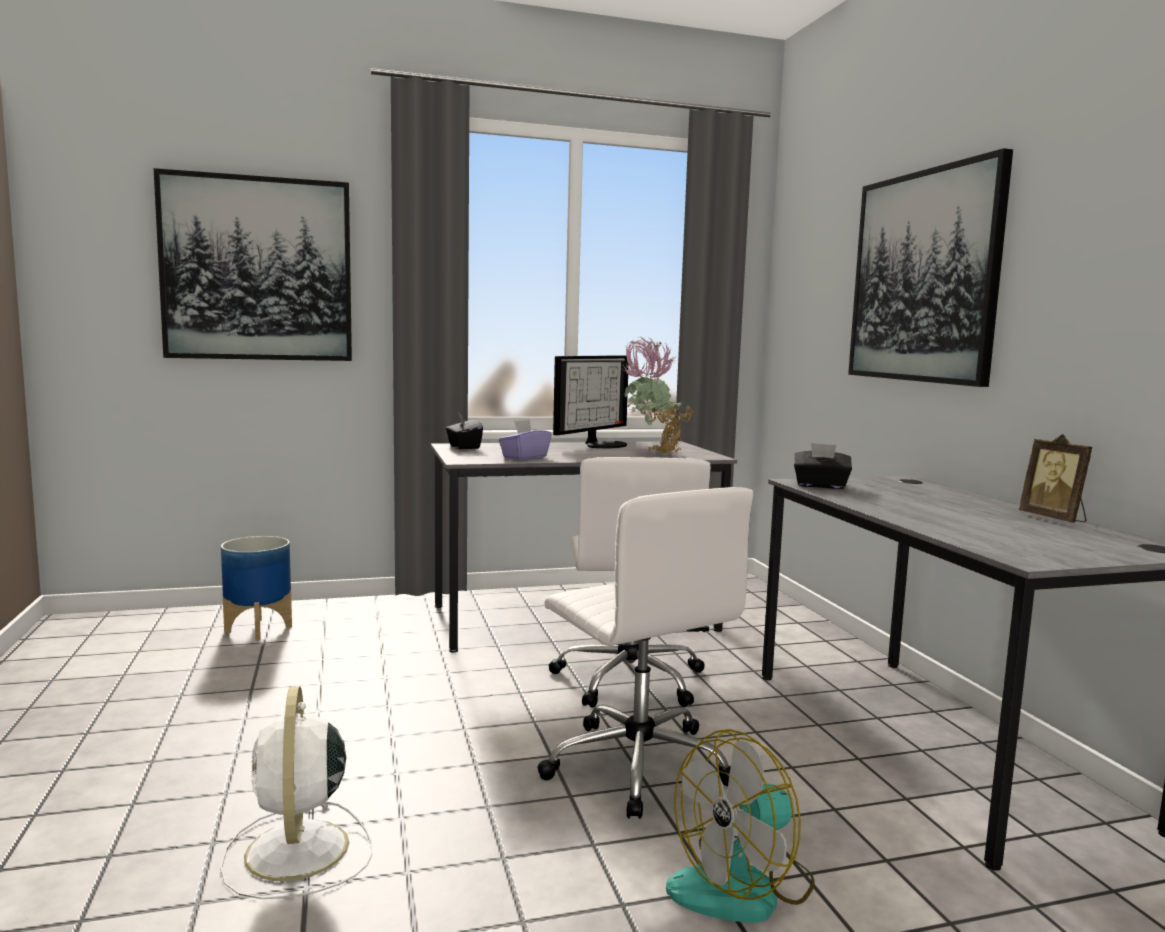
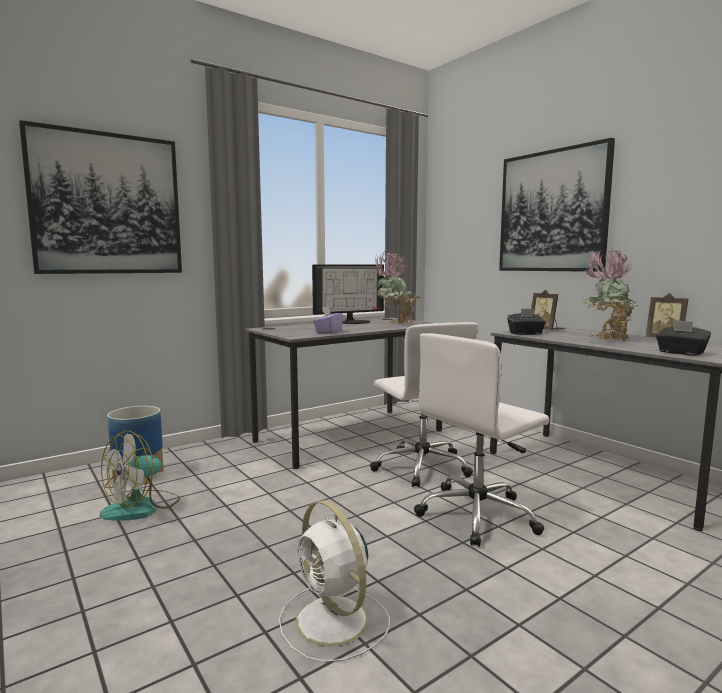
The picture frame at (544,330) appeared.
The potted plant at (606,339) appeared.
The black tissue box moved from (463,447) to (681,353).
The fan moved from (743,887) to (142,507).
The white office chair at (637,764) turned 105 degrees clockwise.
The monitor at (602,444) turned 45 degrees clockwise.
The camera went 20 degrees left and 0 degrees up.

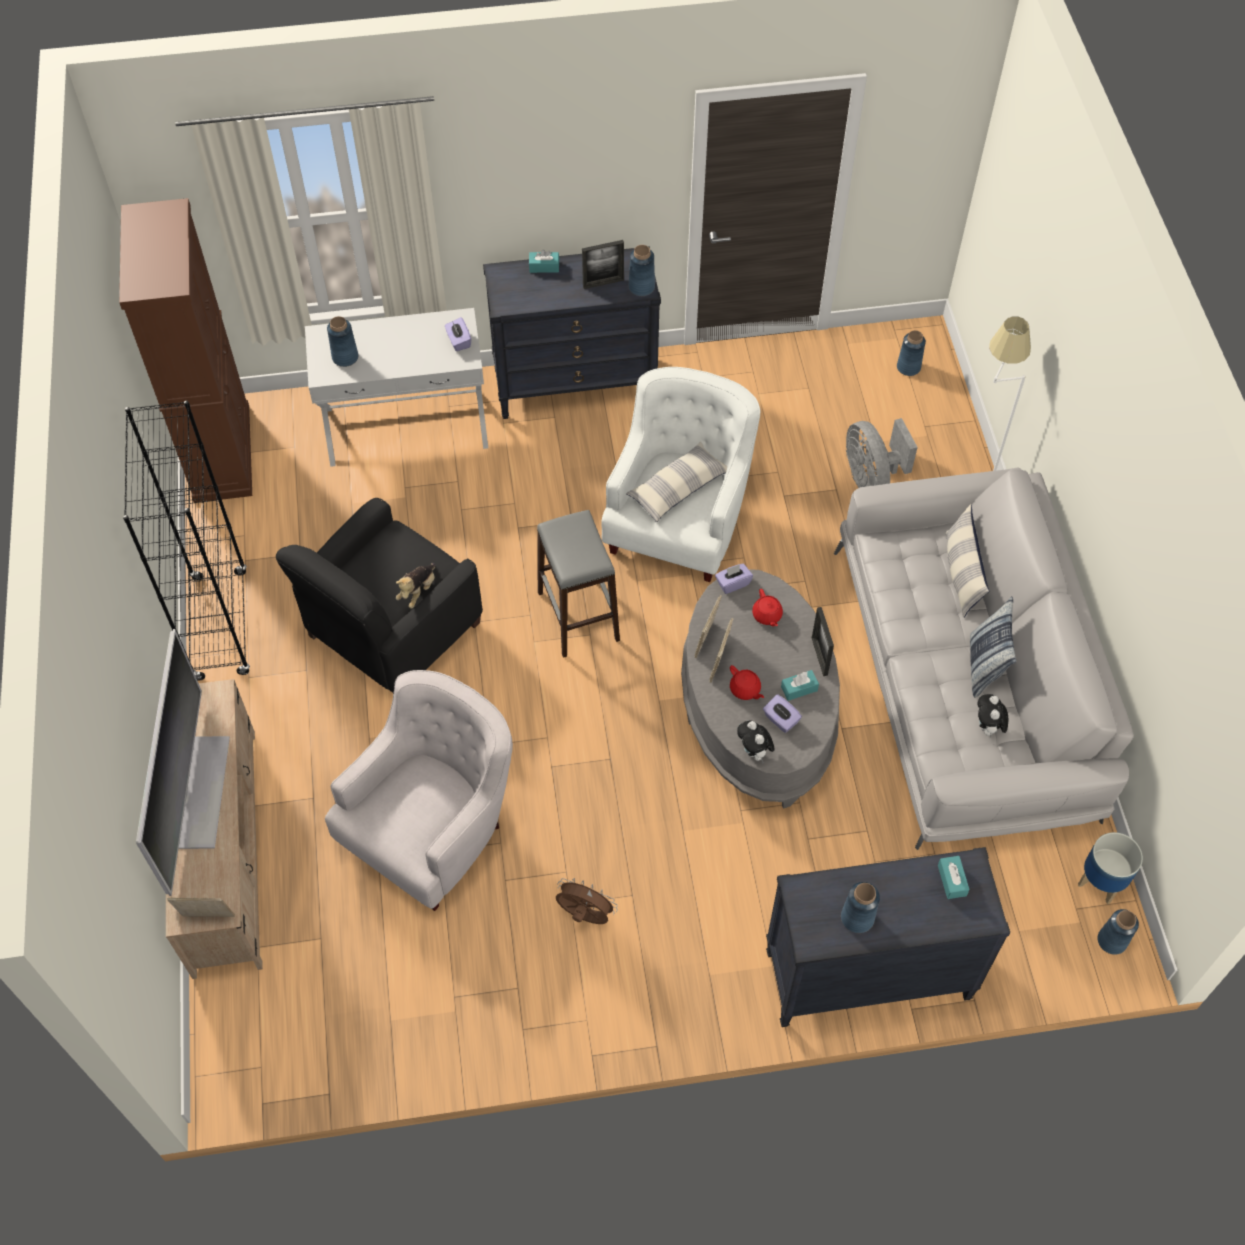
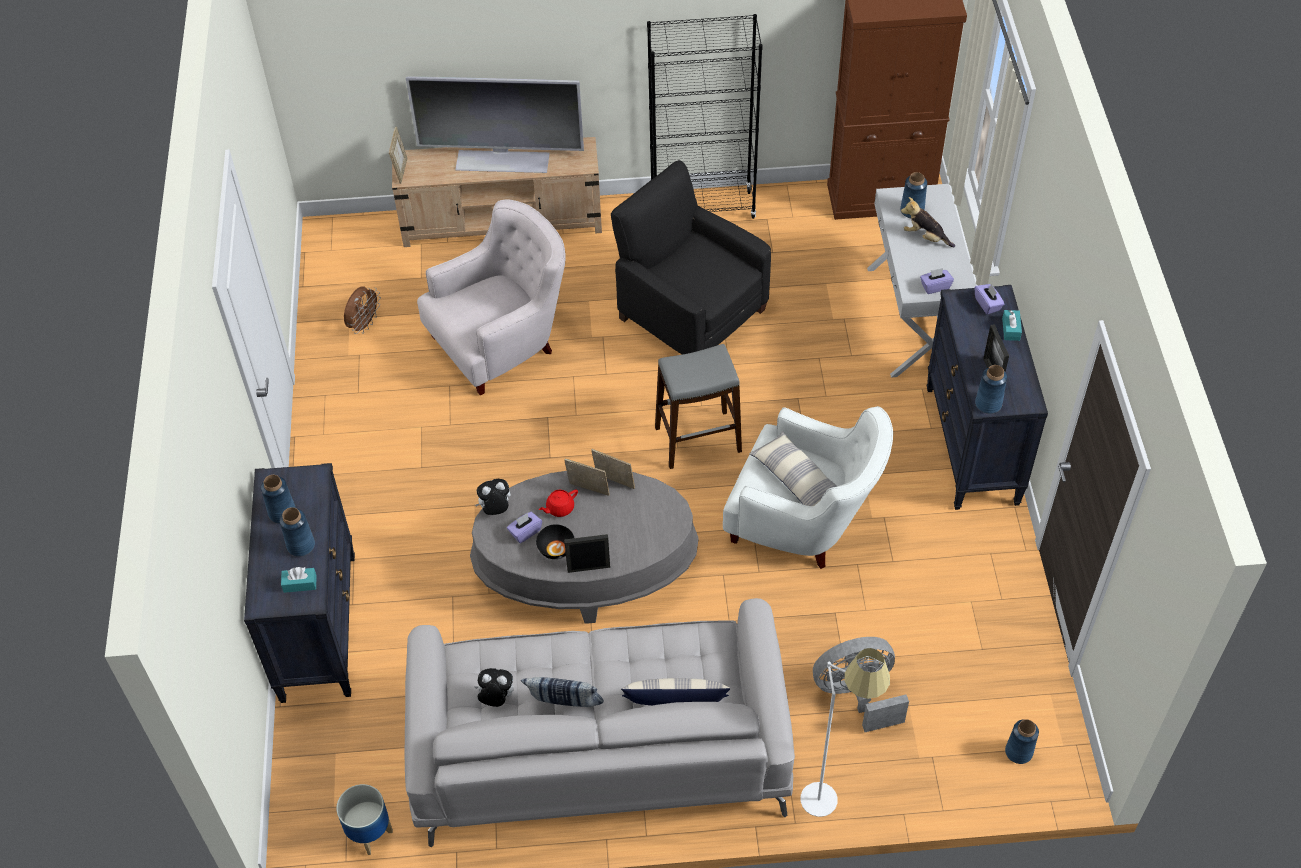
The red teapot at (767,615) disappeared.
The plush toy moved from (418,591) to (925,237).
The brown fan moved from (584,916) to (364,324).
The purple tissue box moved from (733,583) to (987,304).
The blue vase moved from (1111,941) to (301,545).
The turquoise tissue box at (799,689) was replaced by the black bowl at (555,549).
The white armchair at (433,828) turned 75 degrees counterclockwise.
The camera went 95 degrees right and 5 degrees down.

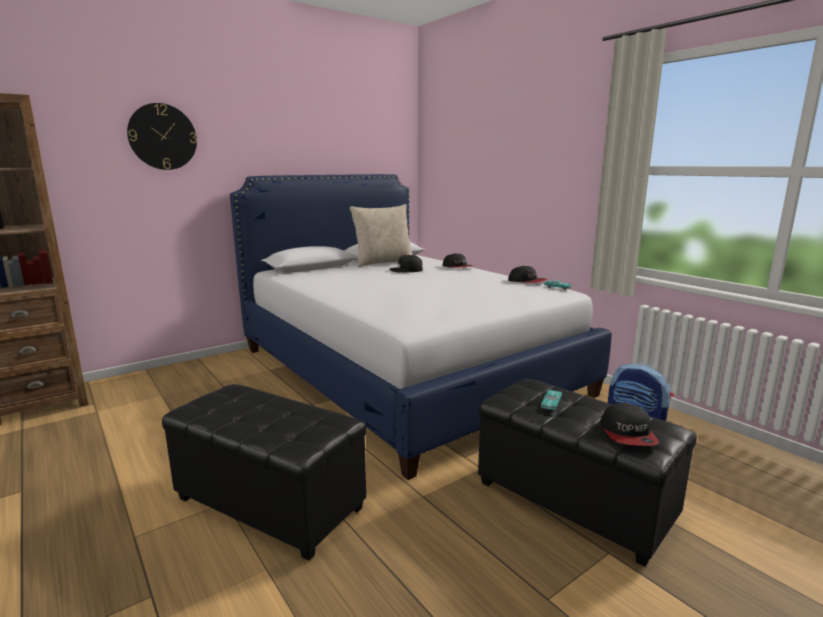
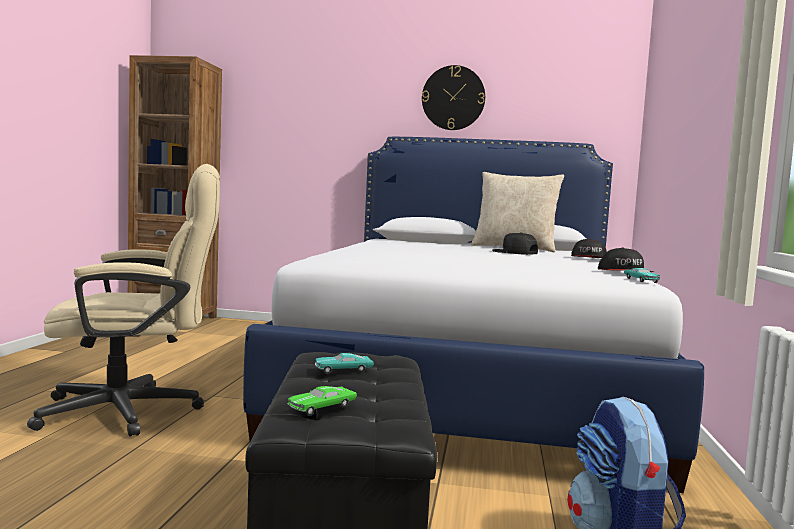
The wall clock moved from (162,137) to (453,98).
The black ottoman at (271,504) was replaced by the beige office chair at (136,410).
The cap at (628,434) was replaced by the green toy car at (321,407).
The camera went 45 degrees right and 10 degrees down.

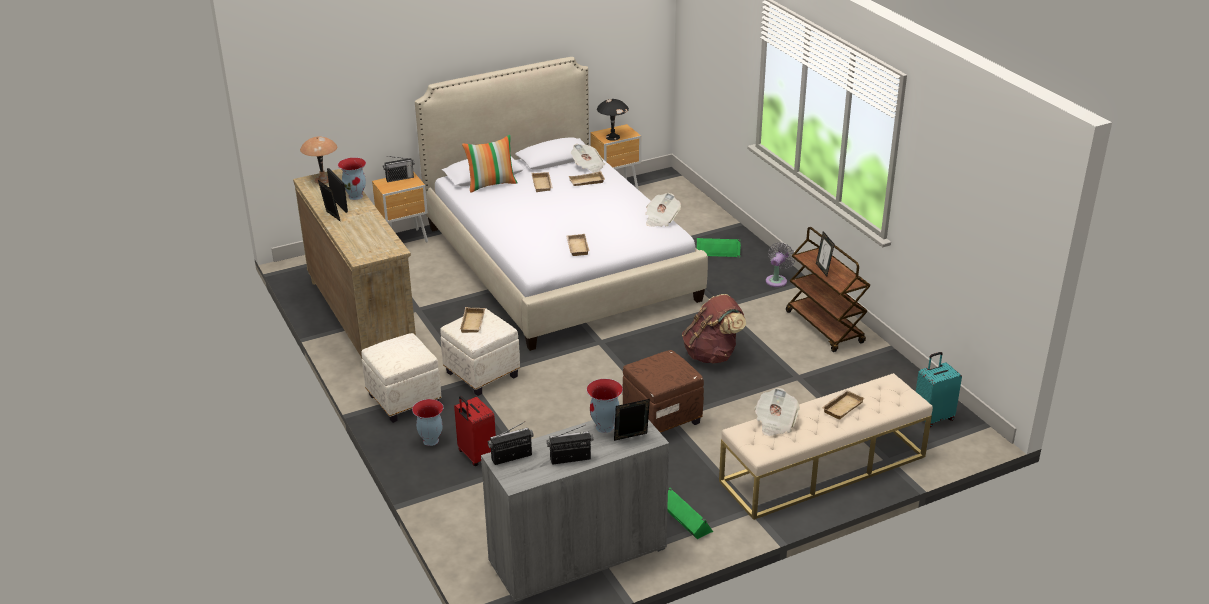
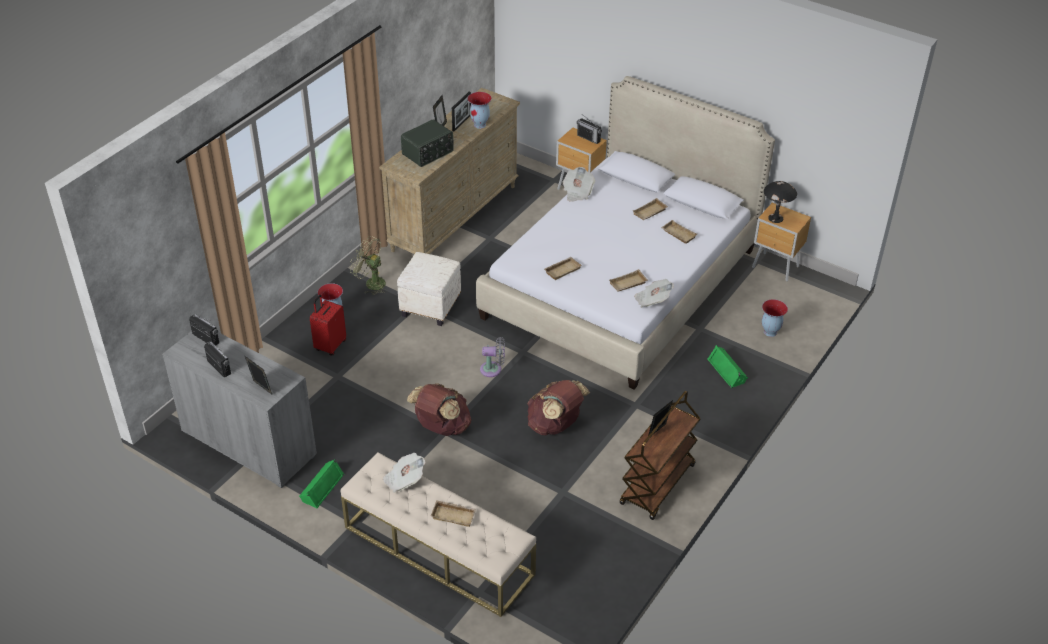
The brown table lamp at (323,180) disappeared.
The pillow at (491,184) disappeared.
The turquoise suitcase at (933,417) disappeared.
The radio at (428,153) appeared.
The beige tray moved from (474,323) to (628,284).
The newspaper moved from (588,167) to (577,192).
The vase moved from (605,427) to (770,332).
The grey fan moved from (777,280) to (493,369).
The white ottoman at (405,400) was replaced by the green fan at (371,283).
The brown ottoman at (661,419) was replaced by the brown backpack at (441,427).
The camera went 60 degrees right and 10 degrees up.

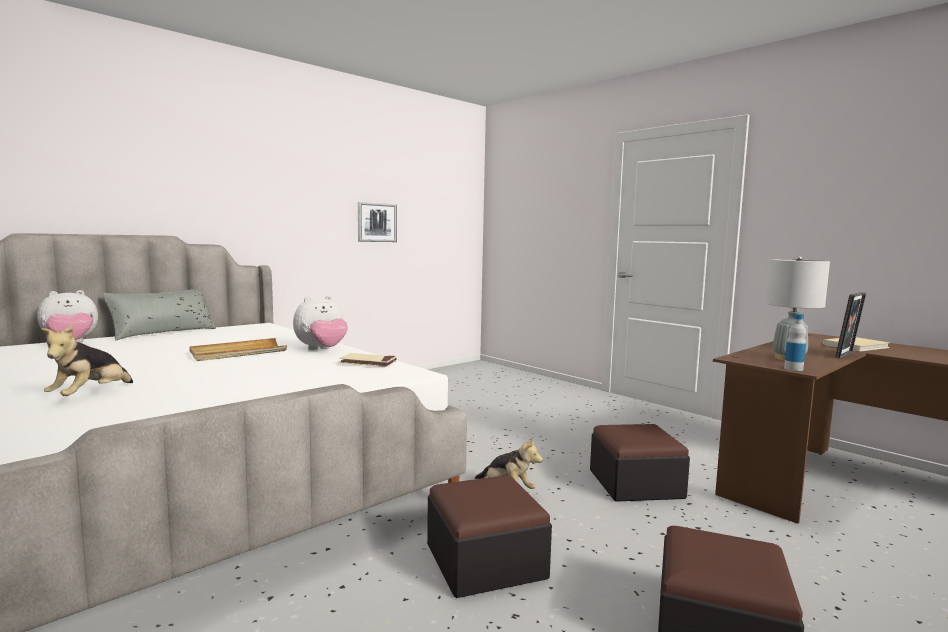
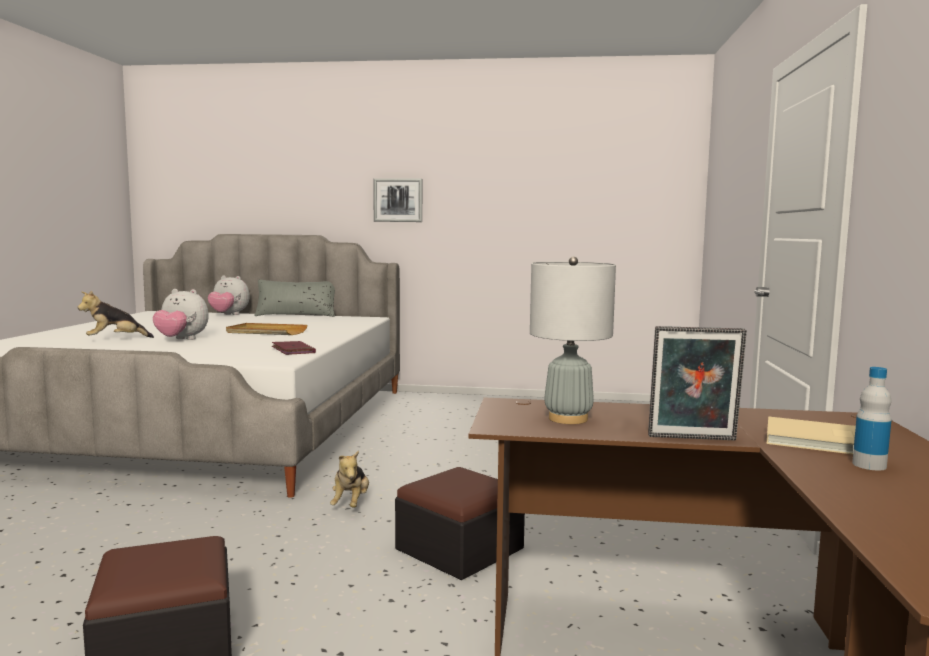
The ottoman at (485,561) disappeared.
The plush toy moved from (322,350) to (181,340).
The picture moved from (377,222) to (398,200).
The bottle moved from (793,369) to (869,465).
The beige book at (368,363) became the red book at (293,350).
The camera went 50 degrees right and 0 degrees up.

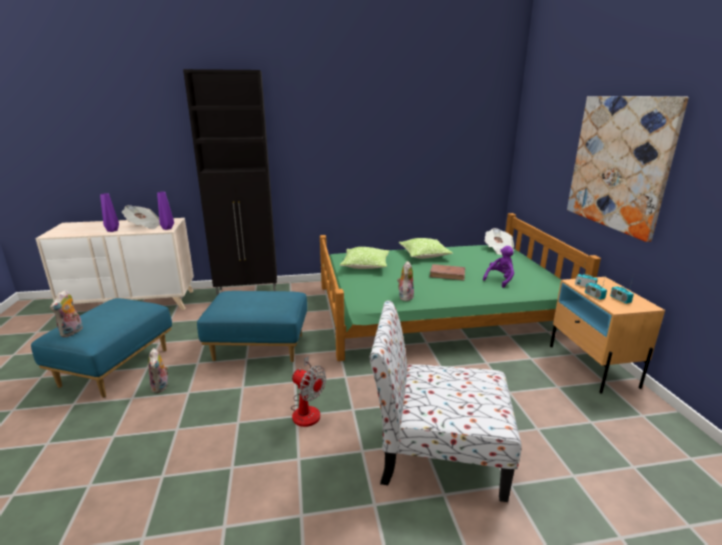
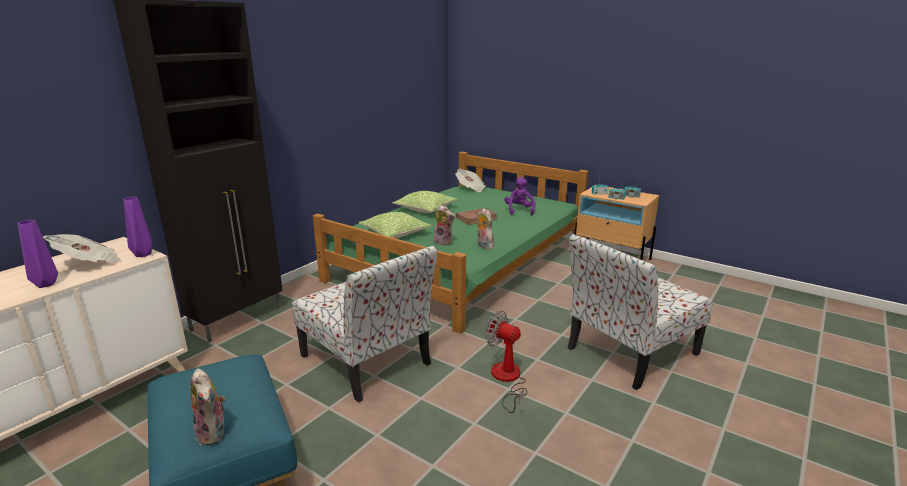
The picture at (619,163) disappeared.
The plush toy moved from (161,387) to (444,242).
The blue ottoman at (258,348) was replaced by the chair at (367,361).
The fan at (307,409) turned 135 degrees counterclockwise.
The camera went 45 degrees left and 0 degrees up.

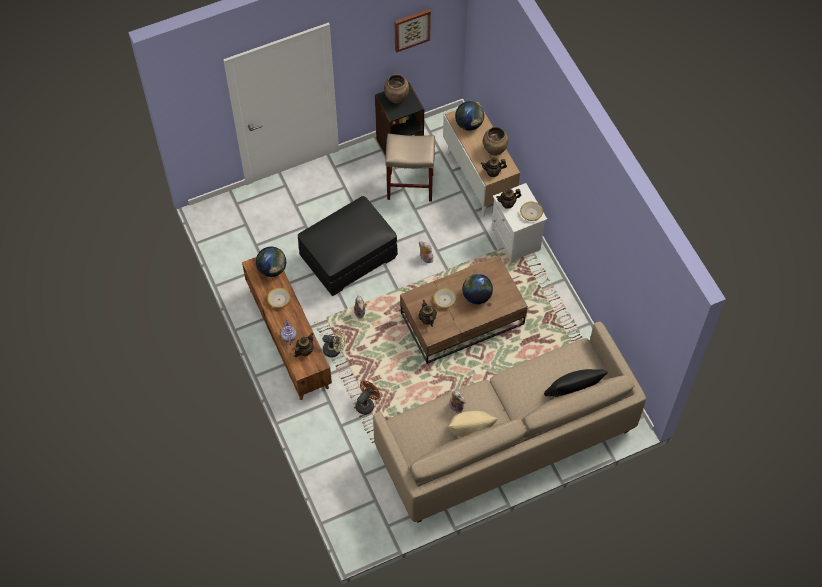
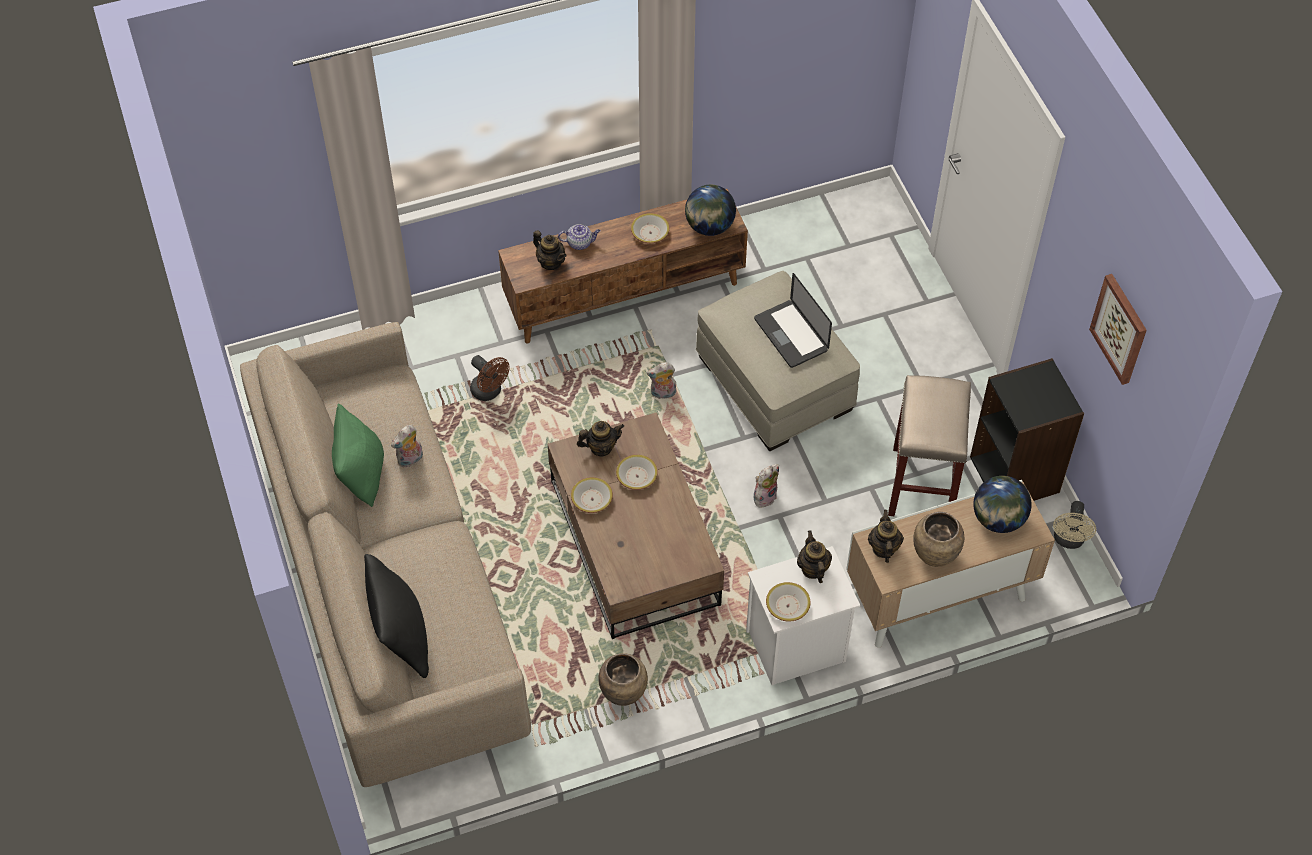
The globe at (476,296) disappeared.
The bowl at (592,499) appeared.
The laptop at (791,335) appeared.
The beige fan moved from (335,350) to (1069,540).
The brown vase moved from (396,98) to (624,694).
The black ottoman at (349,257) became the beige ottoman at (775,384).
The beige pillow at (470,430) became the green pillow at (361,474).
The camera went 95 degrees right and 5 degrees down.

